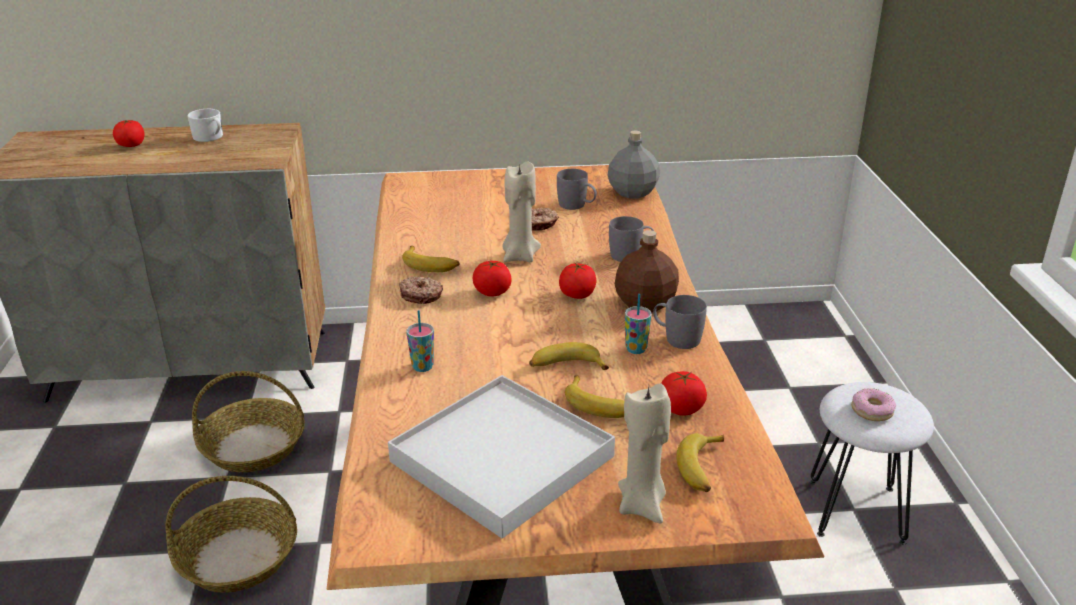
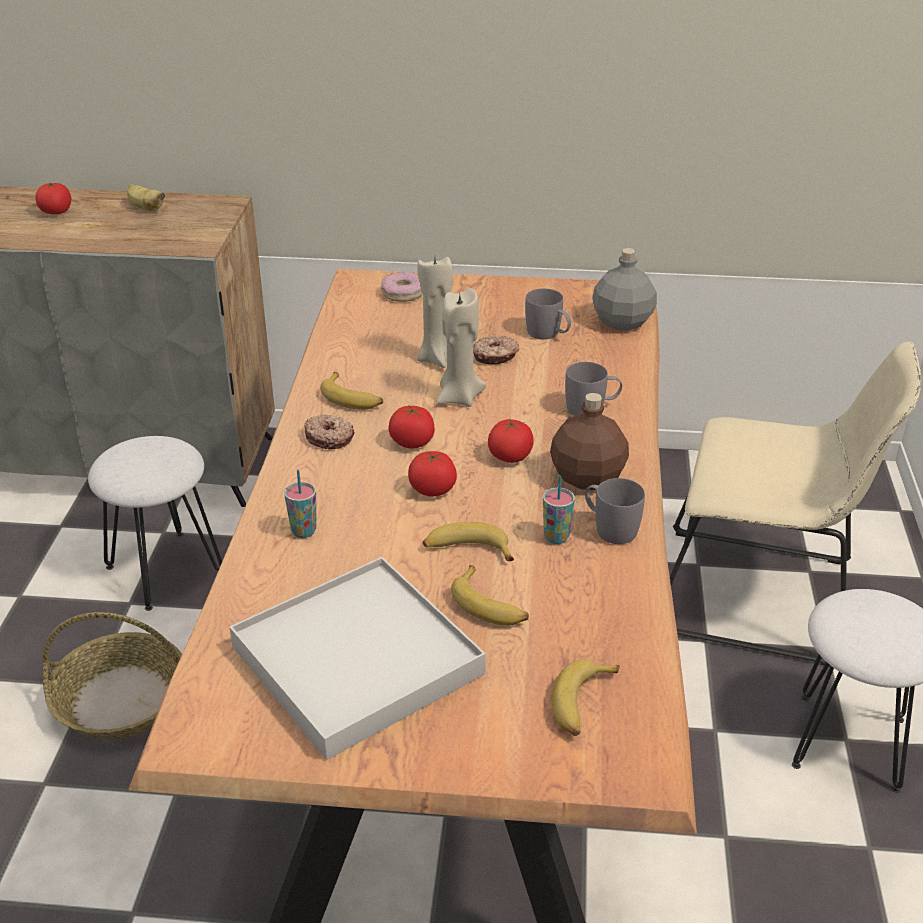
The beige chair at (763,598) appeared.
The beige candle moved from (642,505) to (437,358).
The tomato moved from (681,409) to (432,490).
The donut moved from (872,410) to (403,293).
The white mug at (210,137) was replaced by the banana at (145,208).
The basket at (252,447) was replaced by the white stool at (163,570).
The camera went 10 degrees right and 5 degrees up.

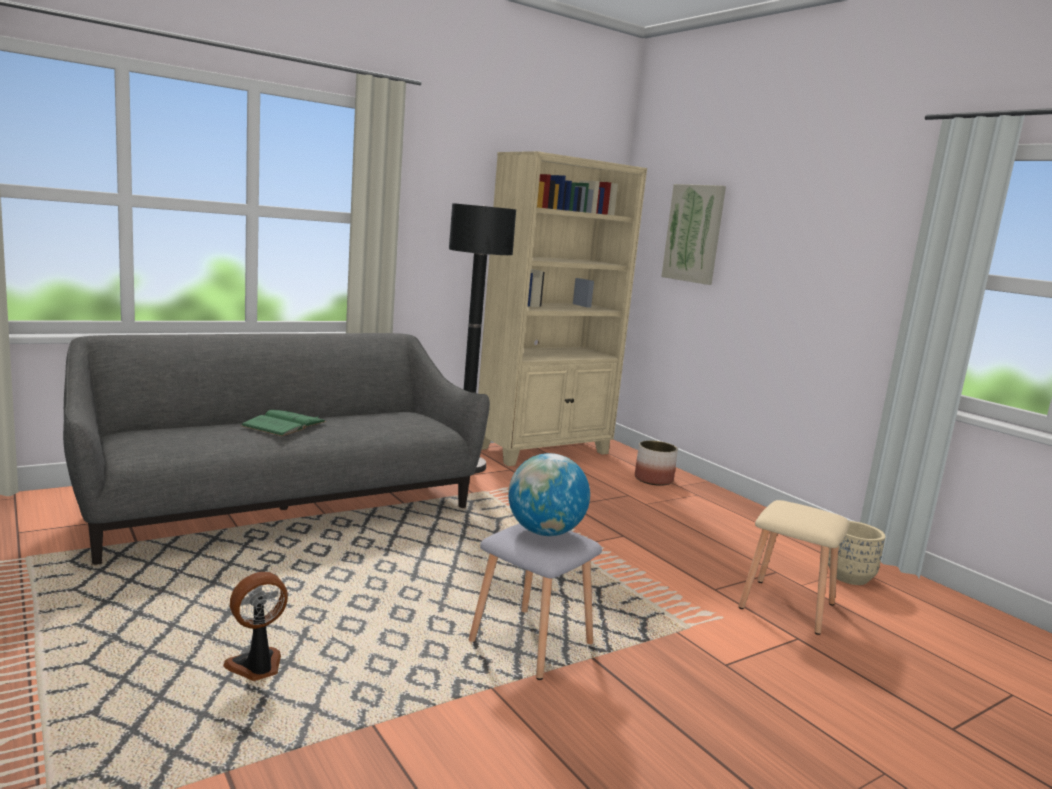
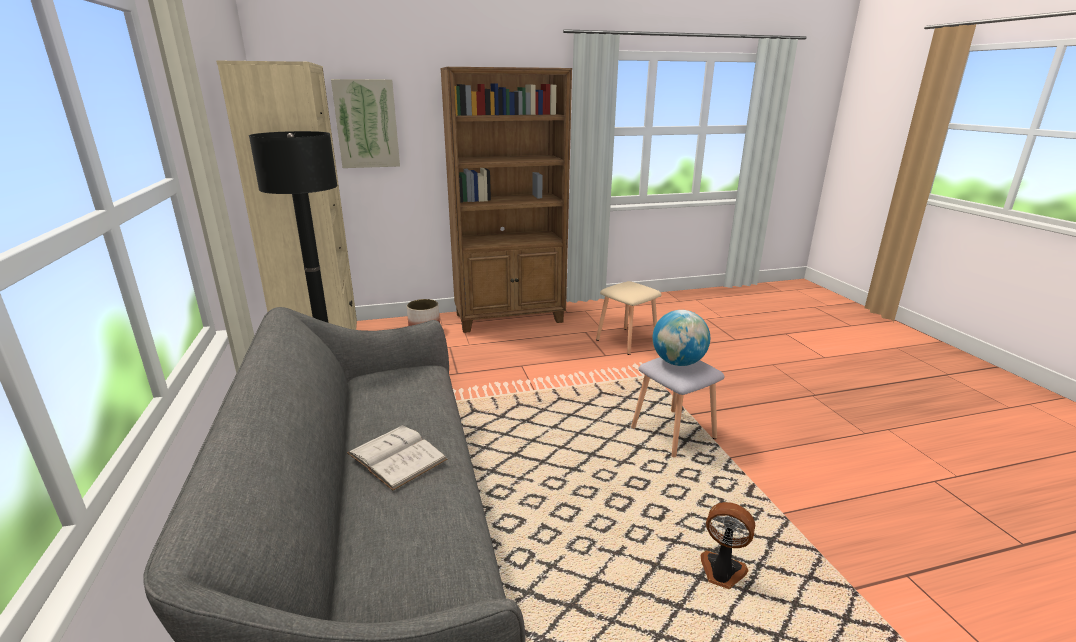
The beige planter at (849,577) disappeared.
The brown bookcase at (510,318) appeared.
The green book at (284,424) became the white book at (397,456).
The fan at (257,667) turned 135 degrees clockwise.
The camera went 70 degrees left and 10 degrees up.

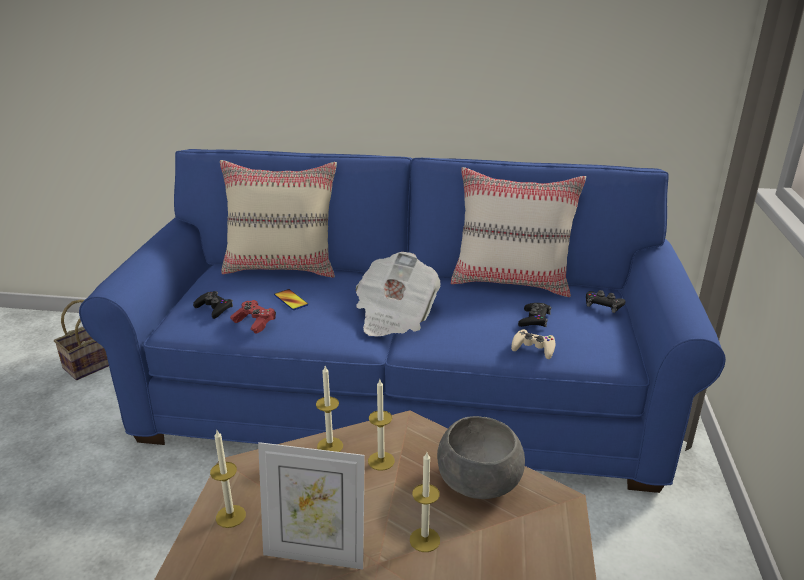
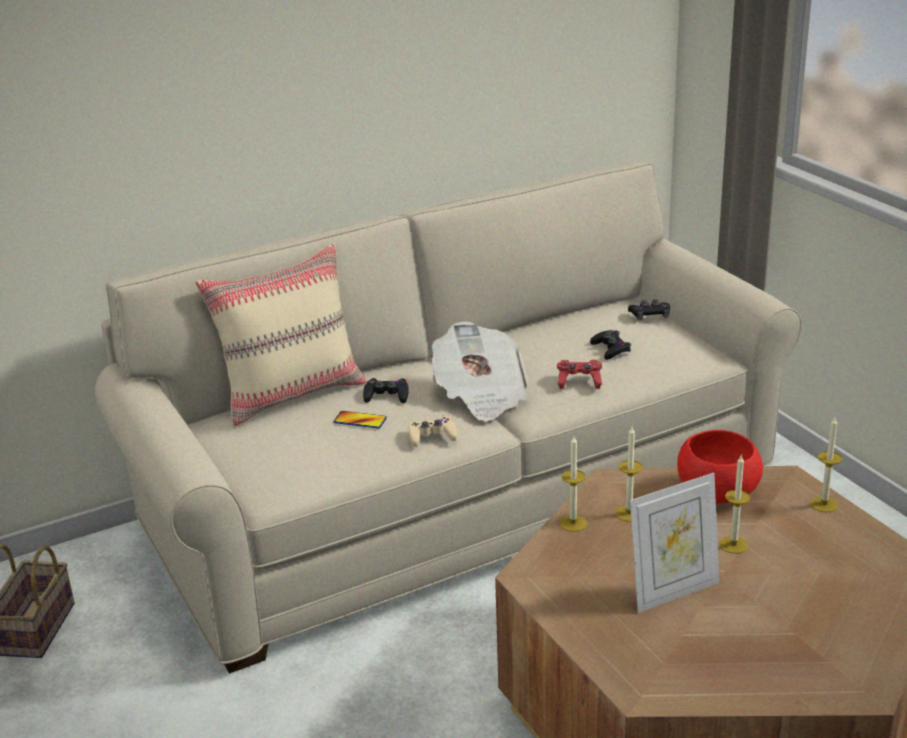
The beige pillow at (512,282) disappeared.
The black game controller moved from (214,308) to (386,395).
The candle moved from (230,516) to (824,504).
The red game controller moved from (254,323) to (579,382).
The beige game controller moved from (533,348) to (432,436).
The blue sofa at (403,397) became the beige sofa at (459,501).
The grey bowl at (477,481) became the red bowl at (717,492).
The camera went 35 degrees left and 0 degrees up.

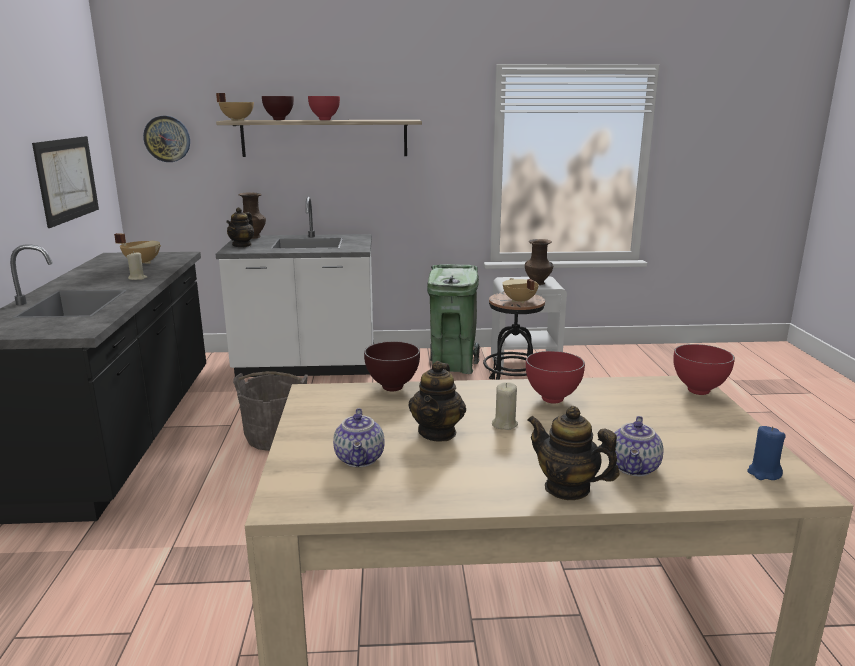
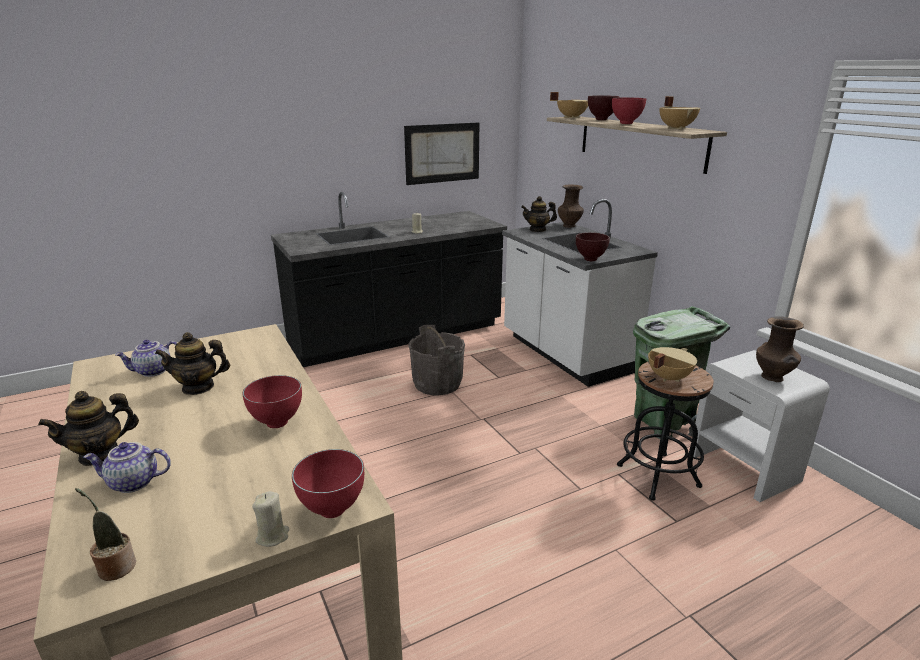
The wall clock at (167,139) disappeared.
The beige cooking pot moved from (142,262) to (677,128).
The brown bowl moved from (391,388) to (590,259).
The beige candle moved from (504,424) to (273,536).
The blue candle at (763,473) was replaced by the potted plant at (115,566).
The teapot at (567,488) turned 135 degrees counterclockwise.
The camera went 65 degrees right and 5 degrees up.

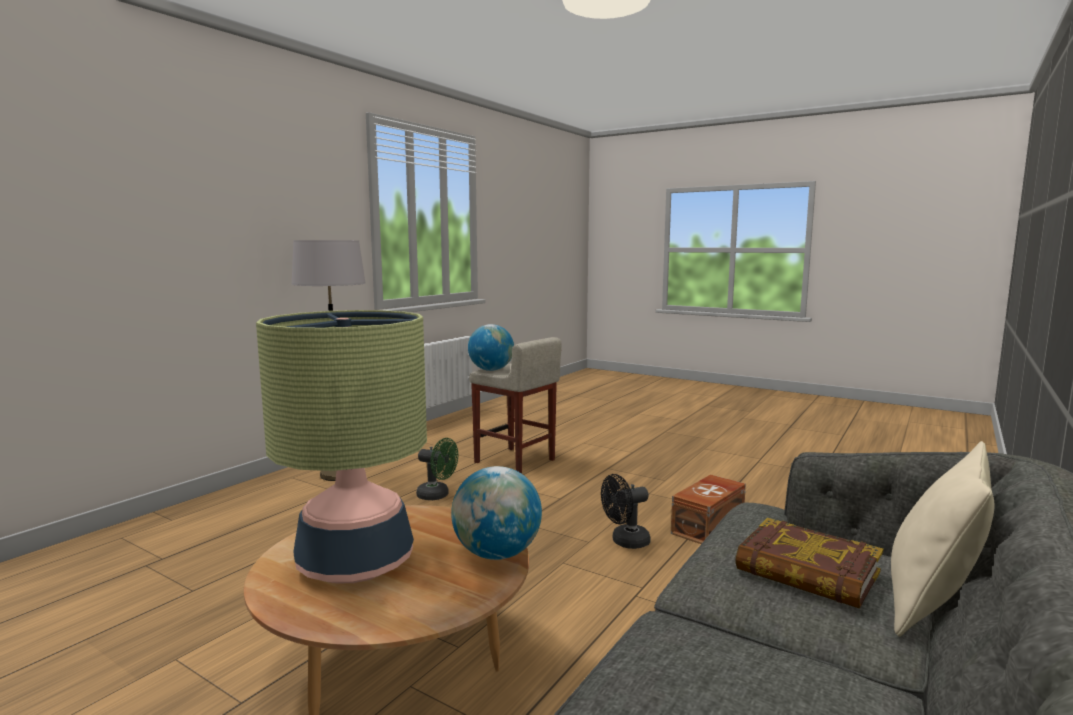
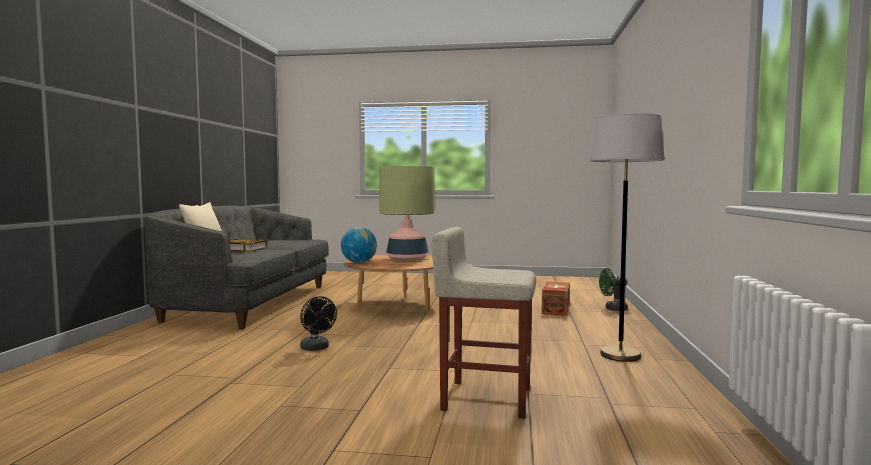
The globe at (491,370) disappeared.
The green fan moved from (437,495) to (612,309).
The brown storage box moved from (709,526) to (555,309).
The black fan at (625,542) turned 105 degrees clockwise.
The camera went 155 degrees right and 5 degrees down.

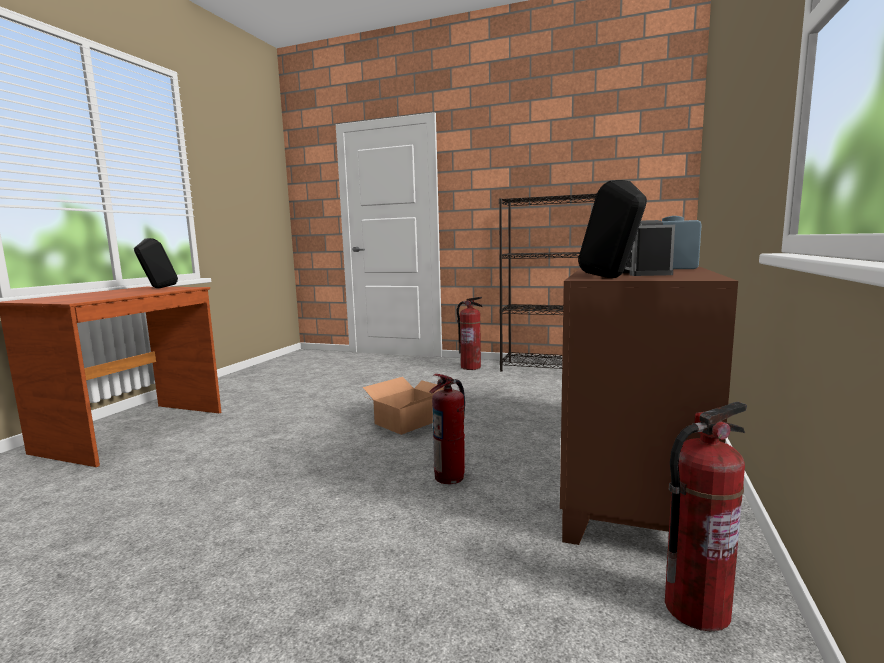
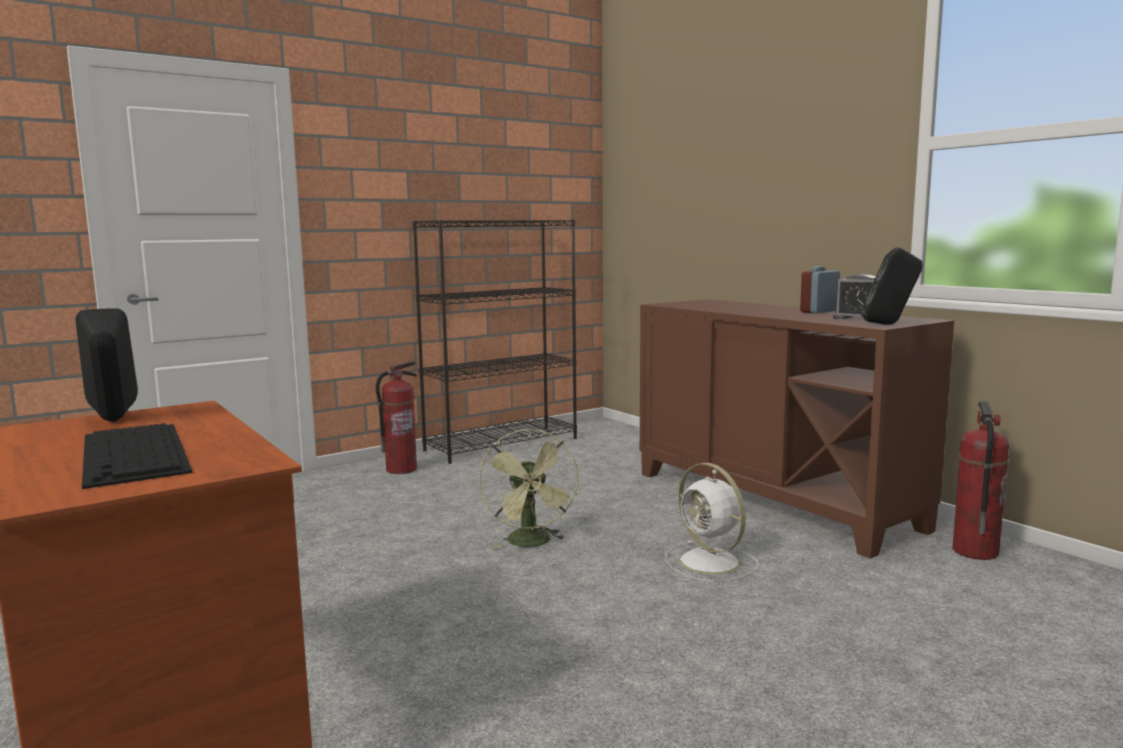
The keyboard at (135,453) appeared.
The cardboard box at (409,422) was replaced by the green fan at (532,543).
The fire extinguisher at (450,477) was replaced by the white fan at (711,563).
The camera went 55 degrees left and 0 degrees up.

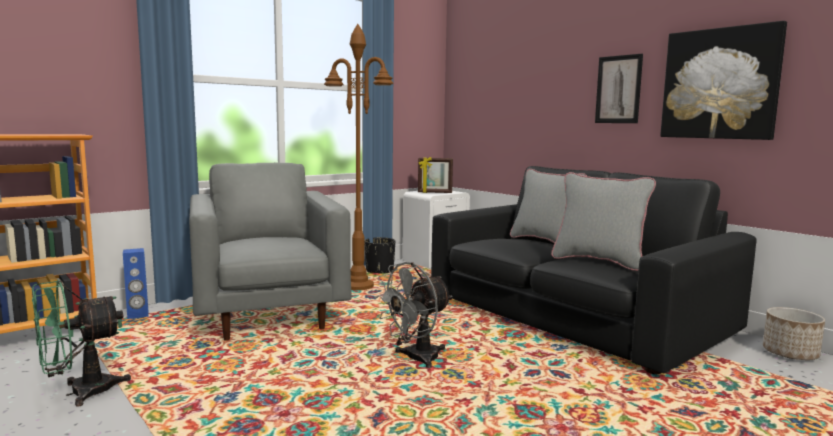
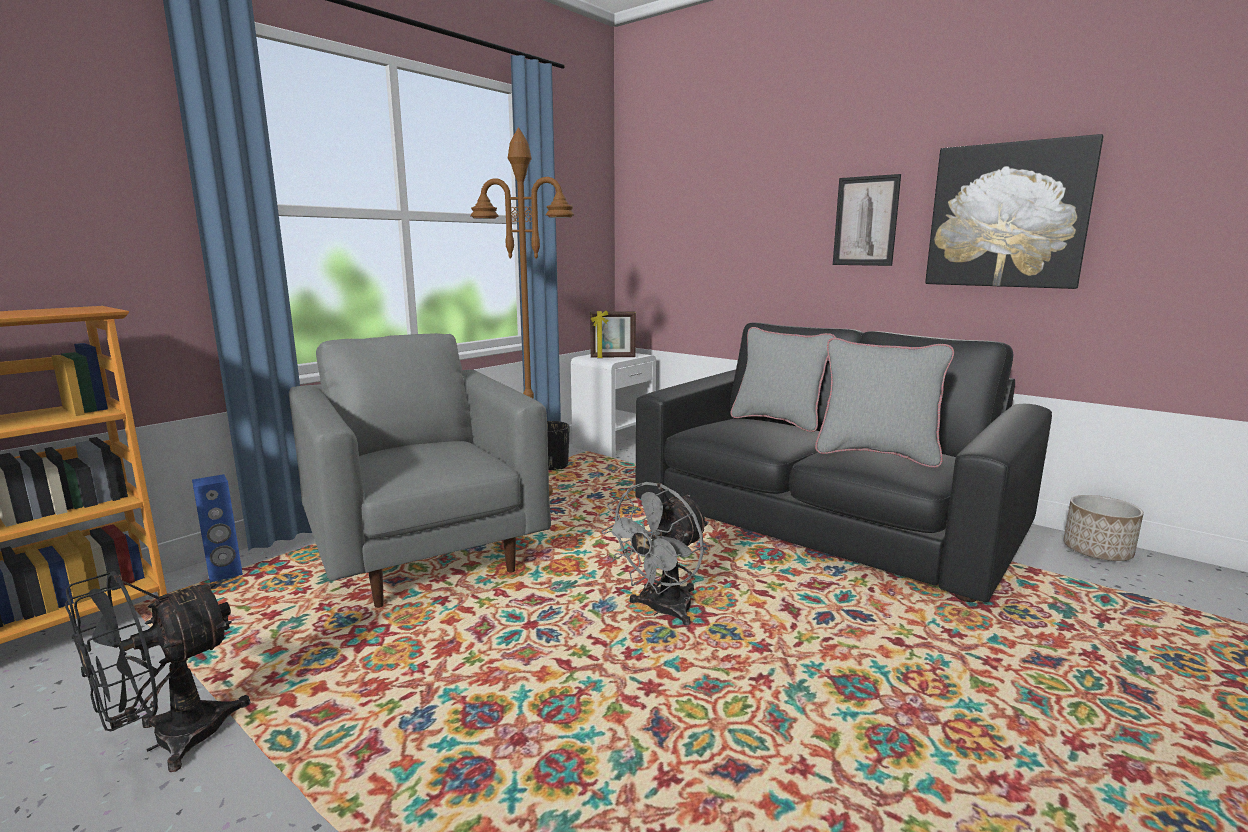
The green fan at (80,393) became the black fan at (169,741).
The camera went 10 degrees left and 5 degrees up.

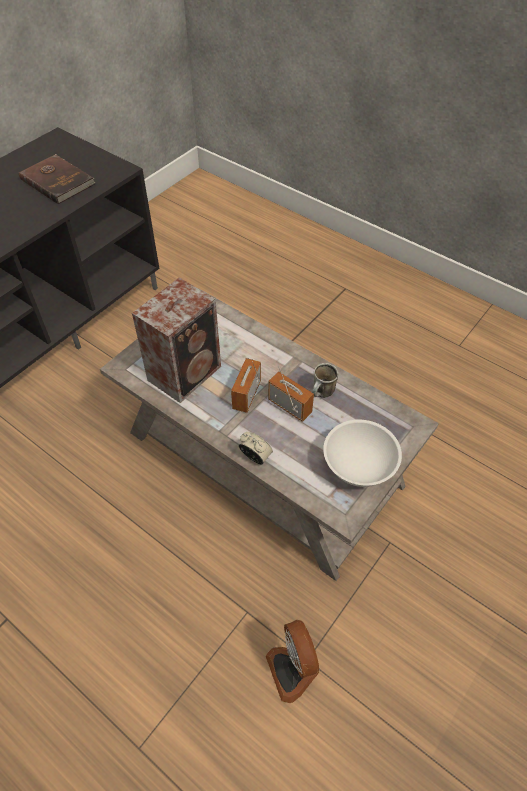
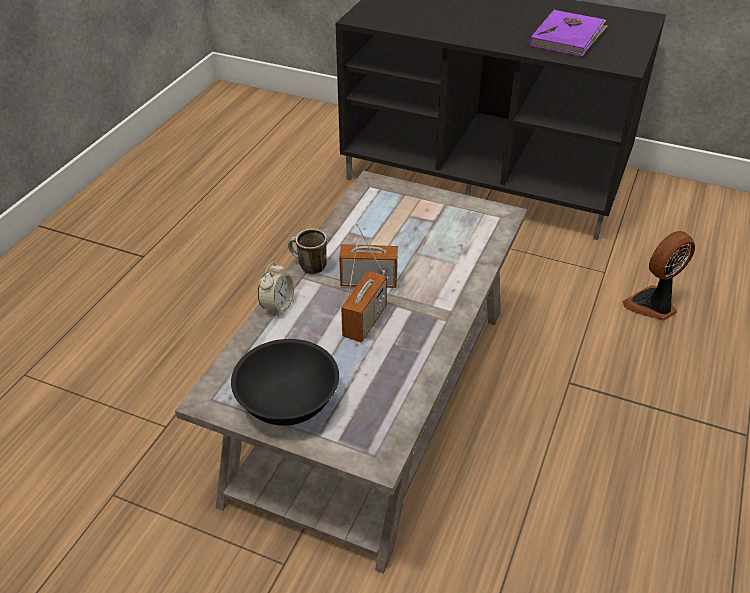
The speaker at (186,372) disappeared.
The fan moved from (294,670) to (653,305).
The mug moved from (322,394) to (308,267).
The brown book at (58,181) became the purple book at (568,37).
The white bowl at (358,466) became the black bowl at (287,402).
The camera went 75 degrees right and 10 degrees down.

